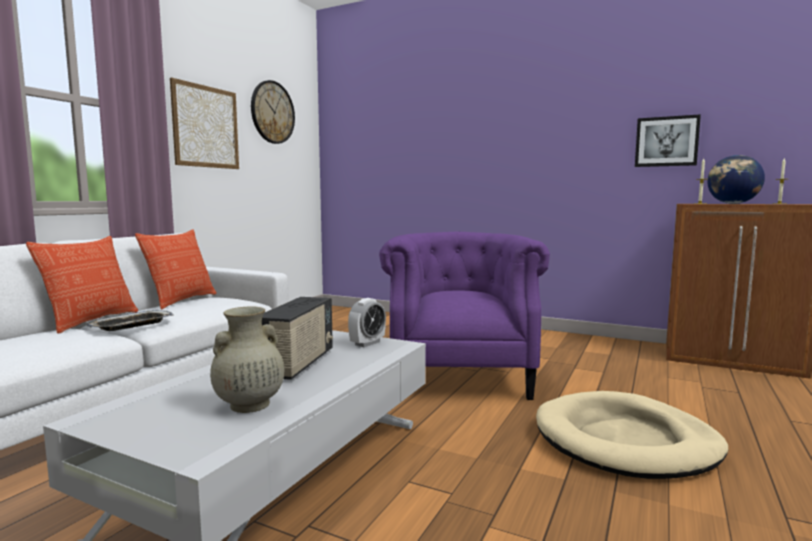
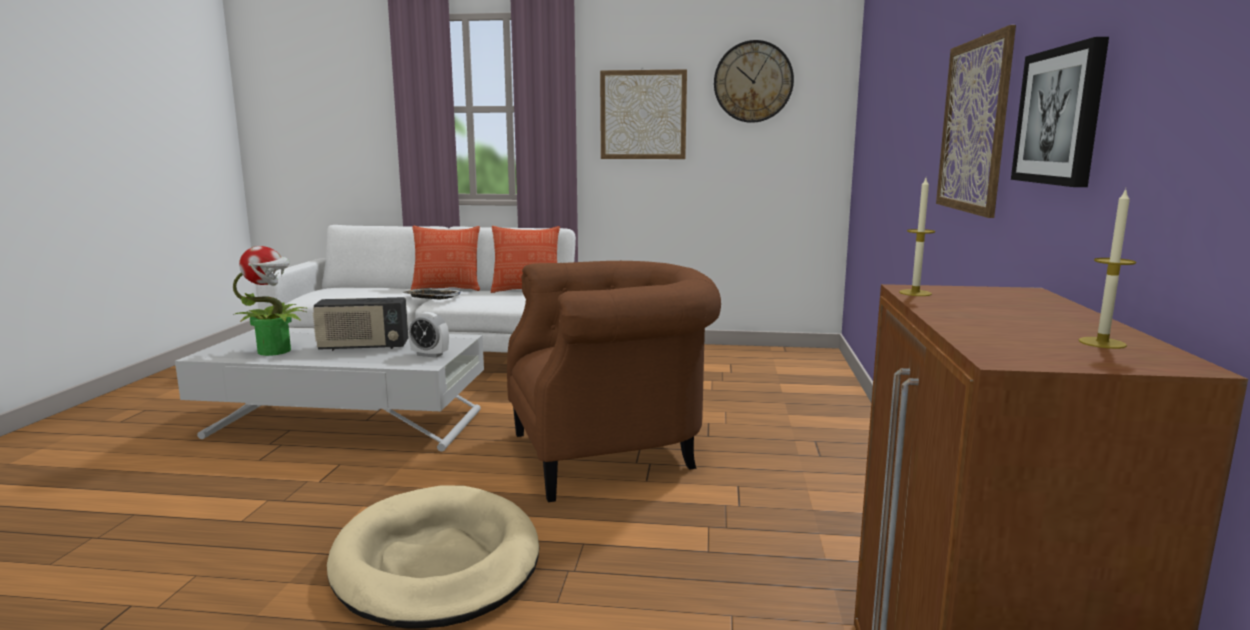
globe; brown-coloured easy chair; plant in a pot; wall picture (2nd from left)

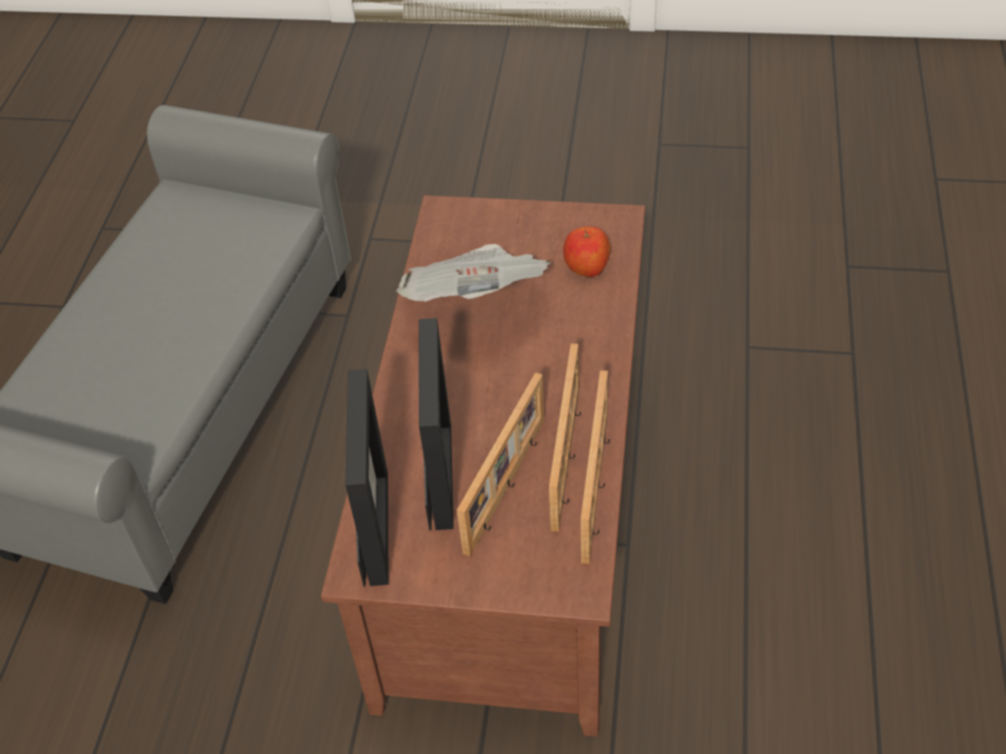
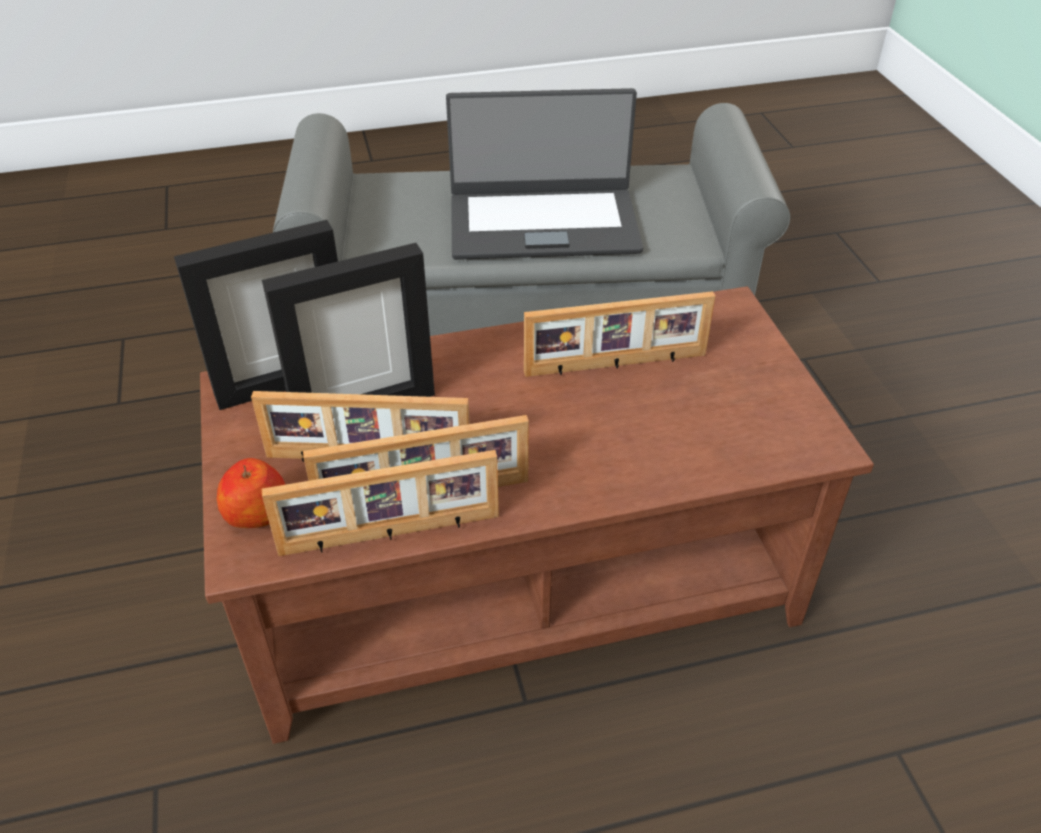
apple fruit; photo frame (6th from left); laptop

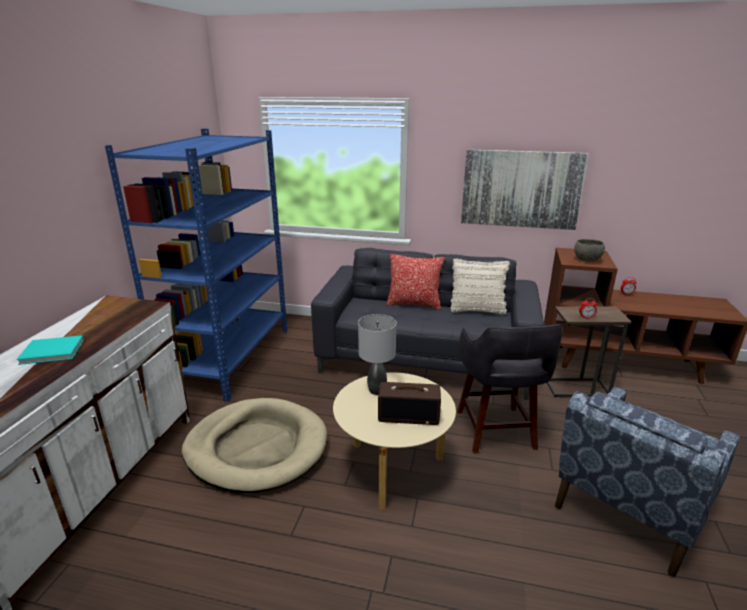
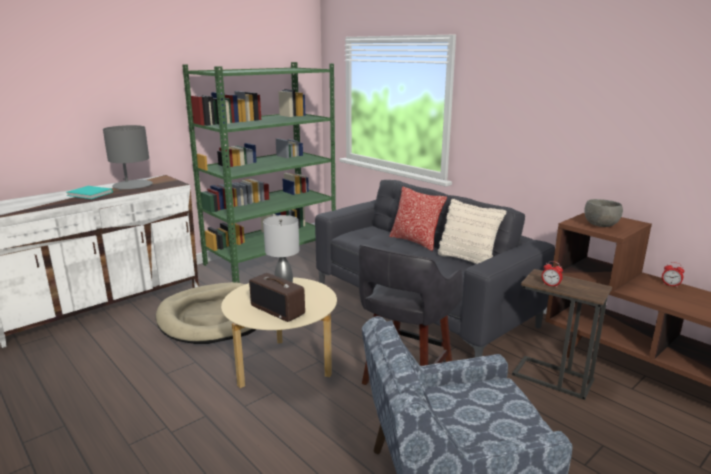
green bookcase; wall picture; greyish table lamp (1st from left)

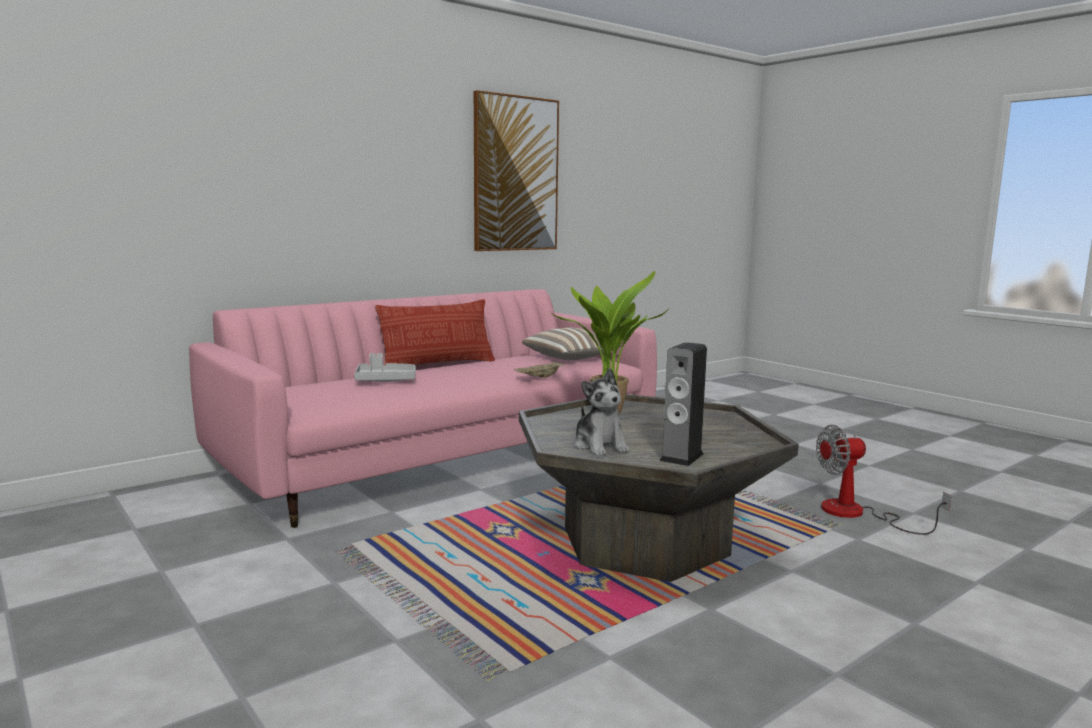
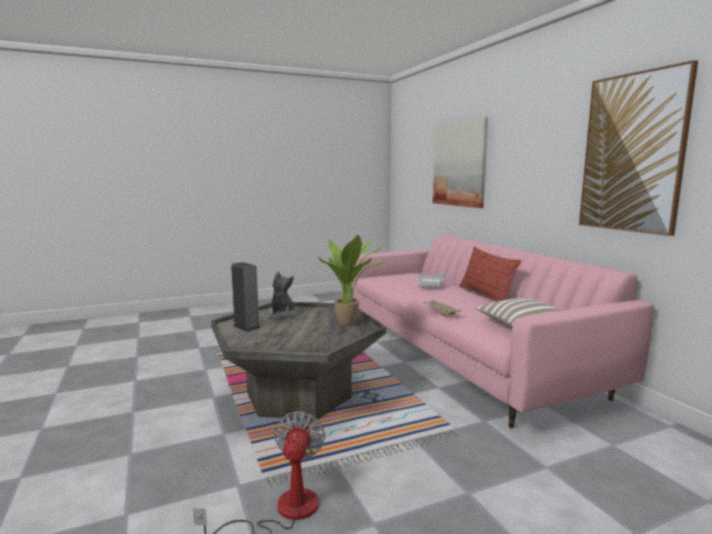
plush toy; wall picture (1st from left)

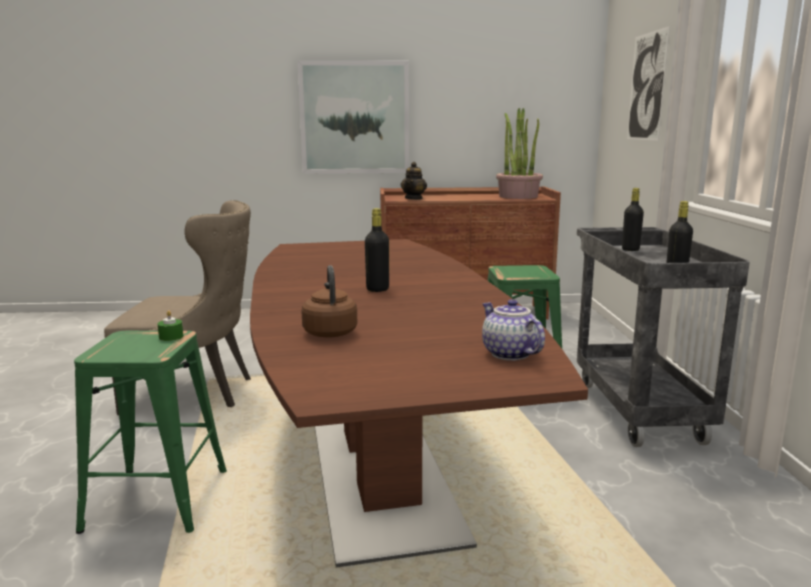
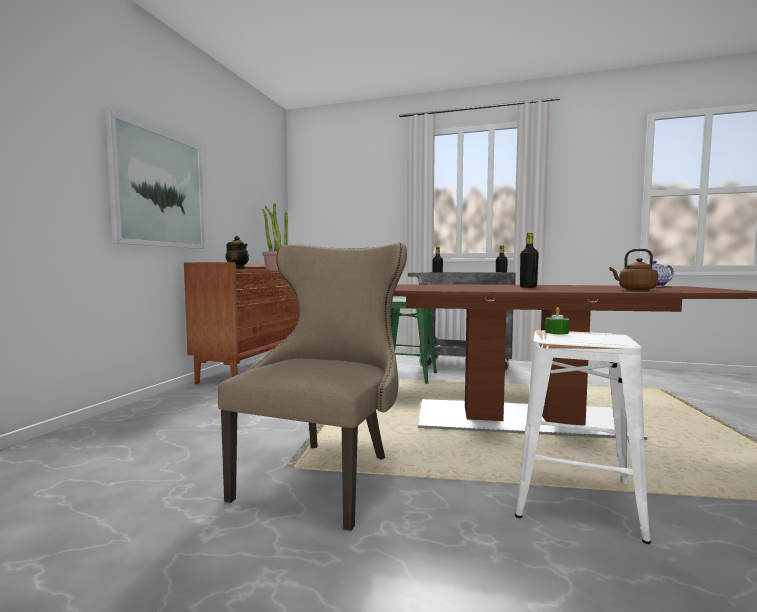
wall picture (2nd from left in the first image); white stool

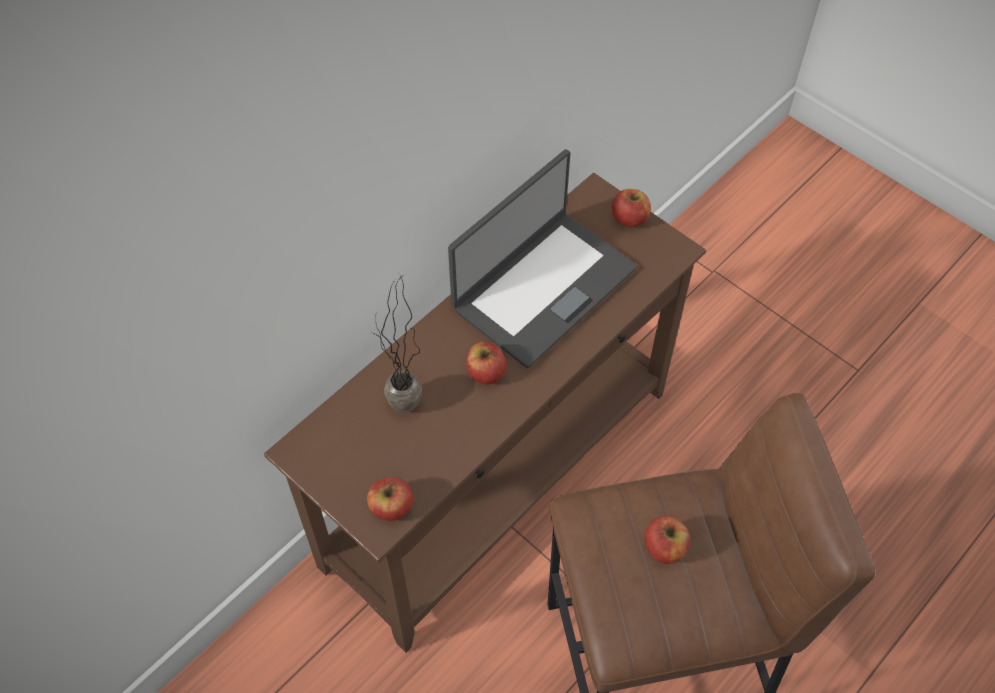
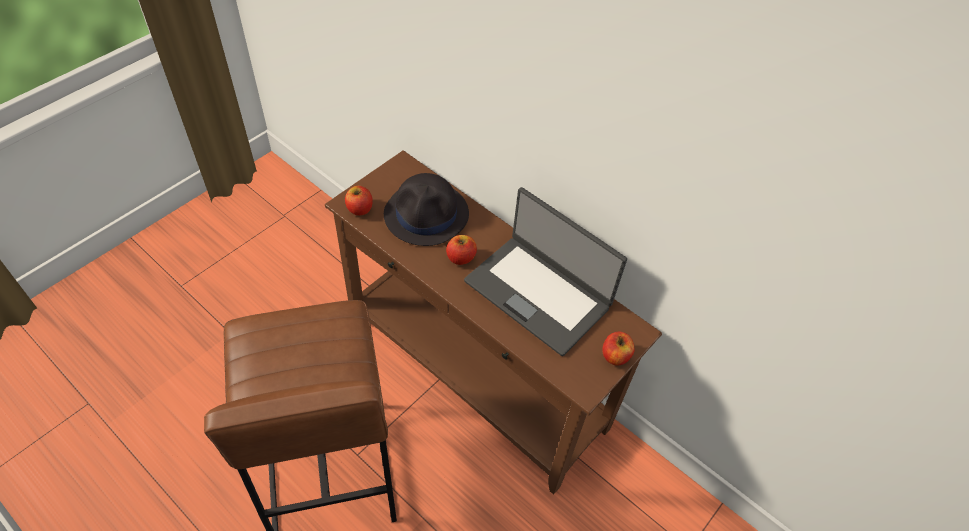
black clothing hat; apple fruit (4th from left in the first image)

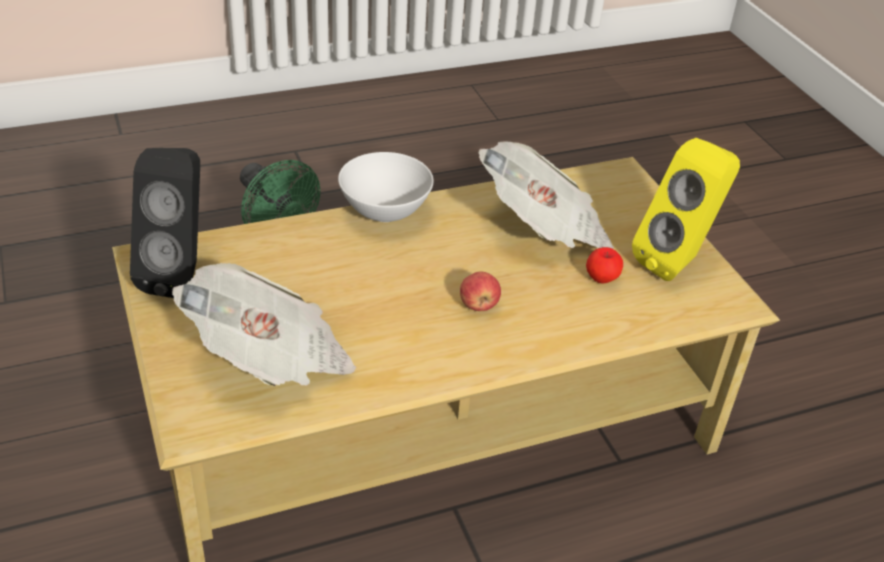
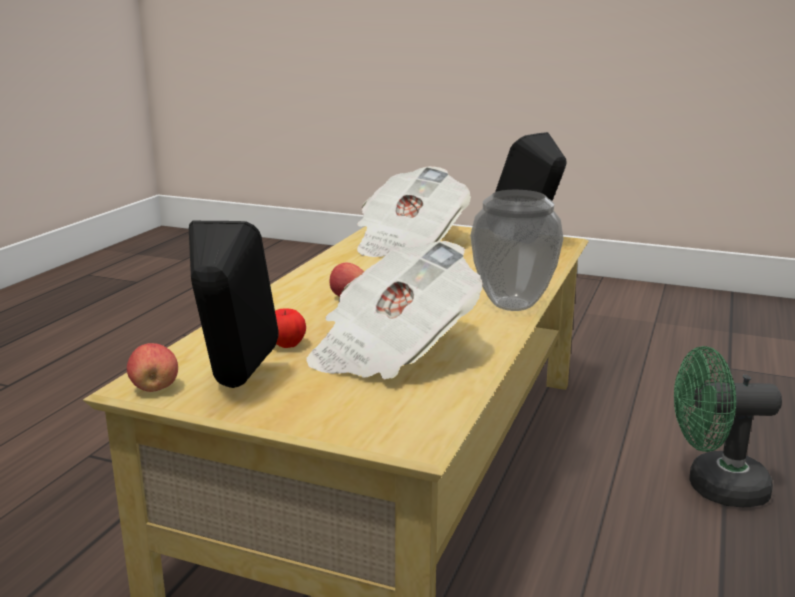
black audio speaker (1st from left); decorative vase; apple fruit (1st from left)

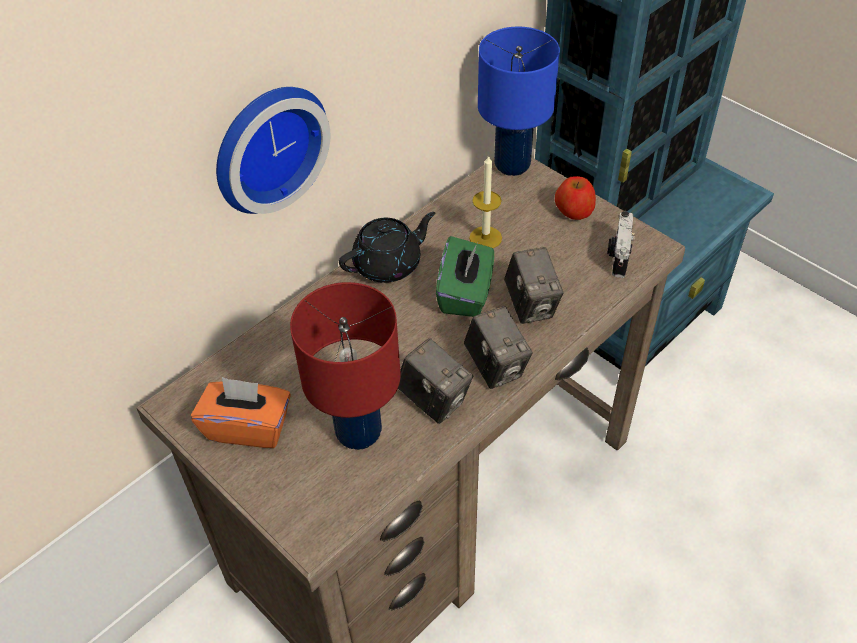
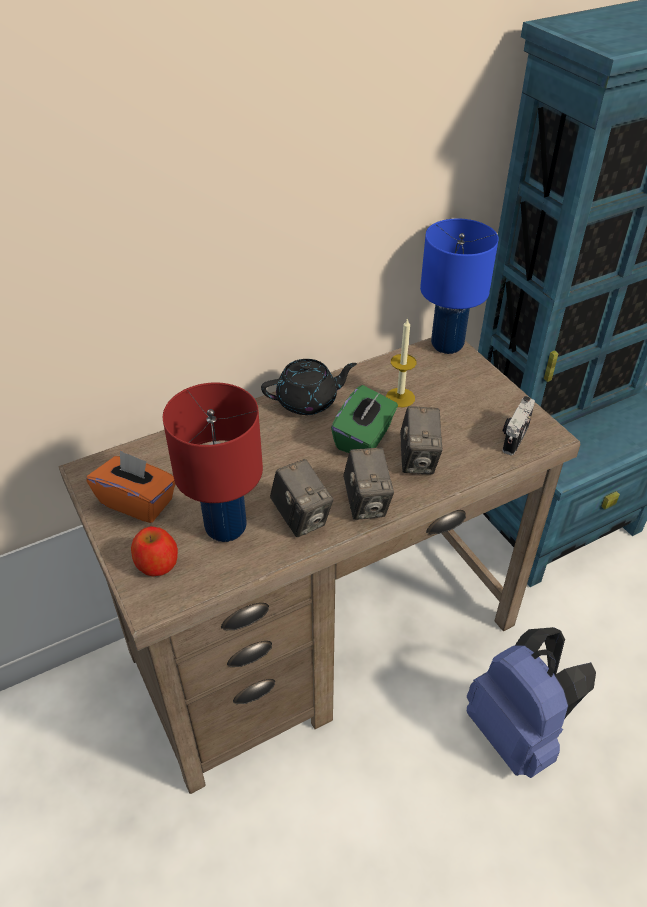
wall clock; apple fruit; blue-coloured knapsack

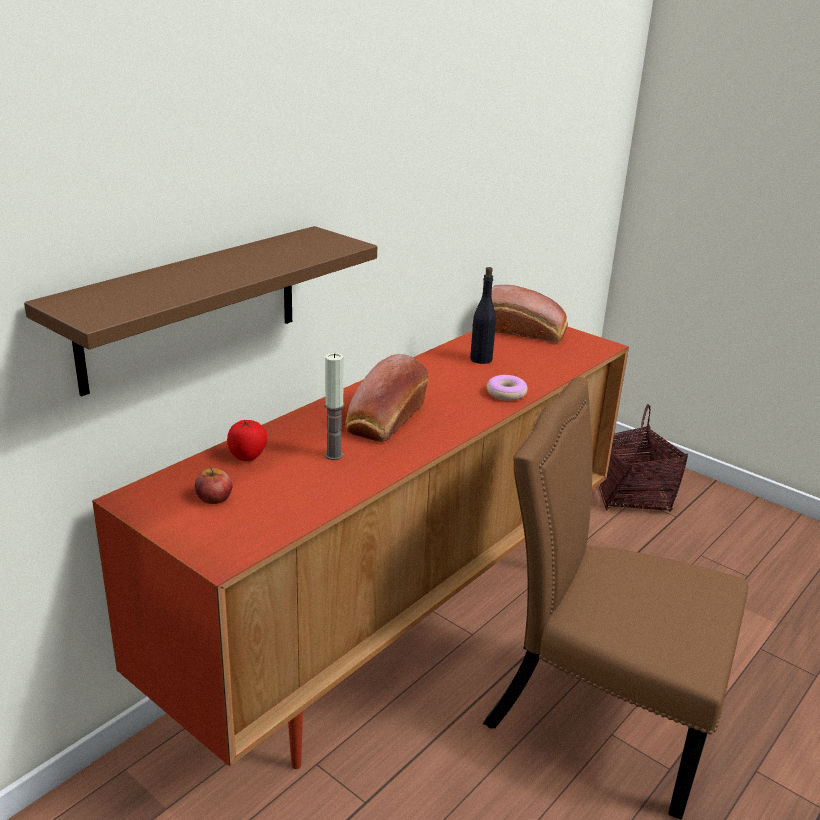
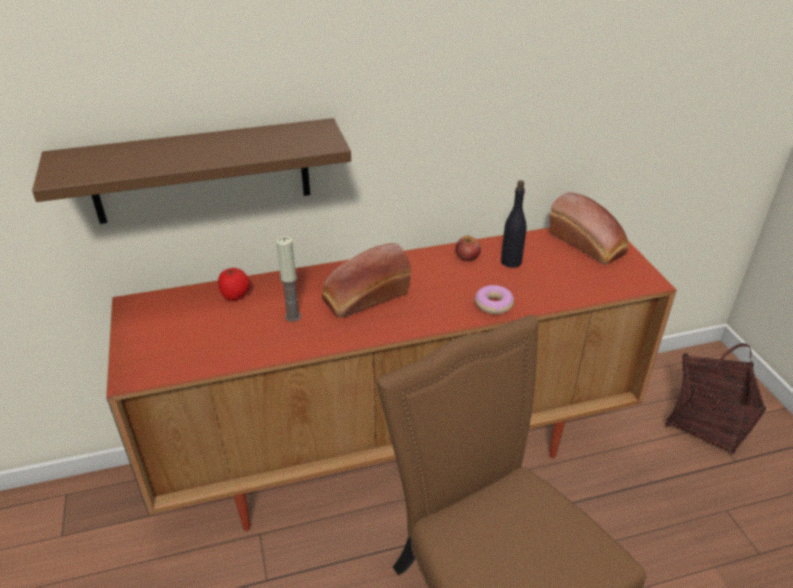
apple fruit

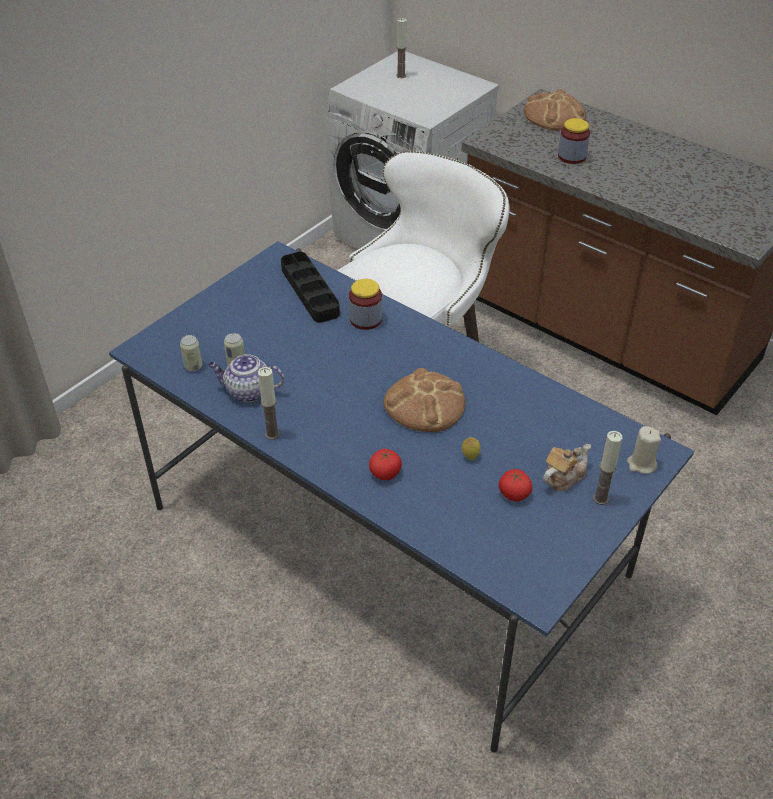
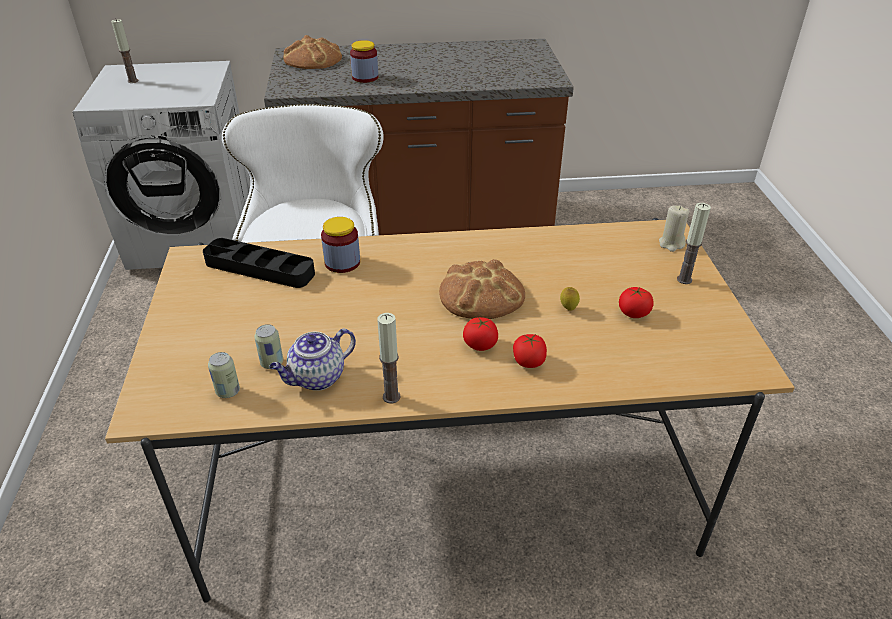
beige kitchen table; tea pot (2nd from left in the first image); fresh tomato (1st from left)

